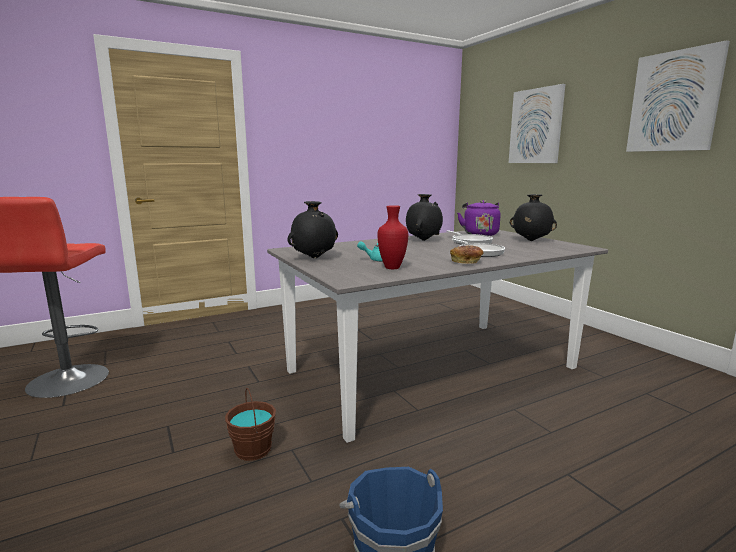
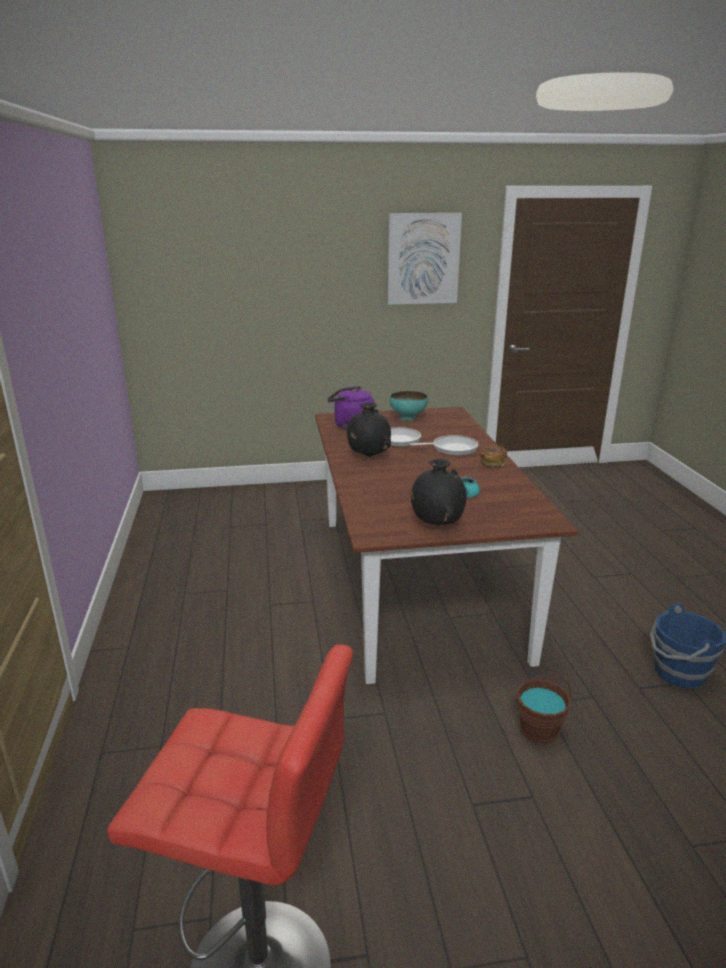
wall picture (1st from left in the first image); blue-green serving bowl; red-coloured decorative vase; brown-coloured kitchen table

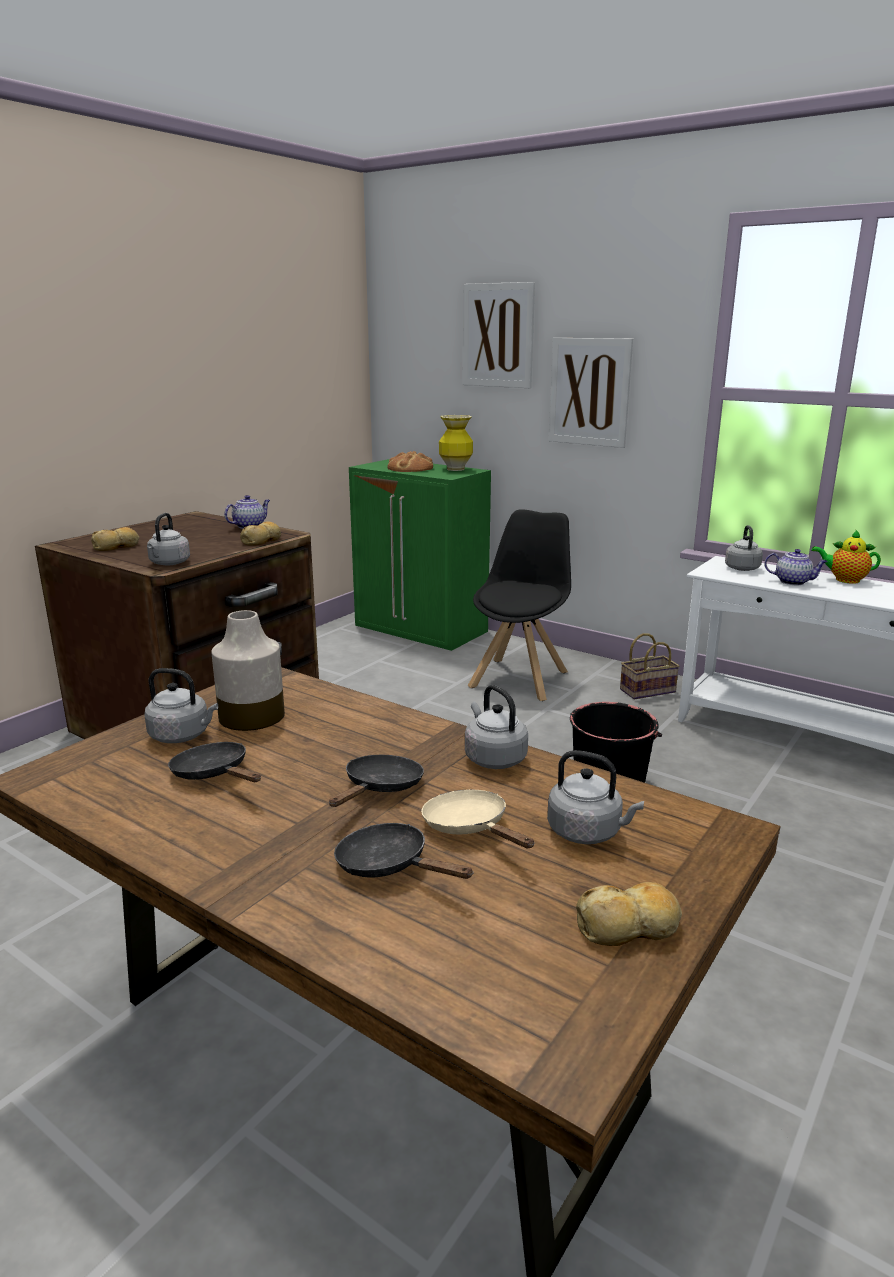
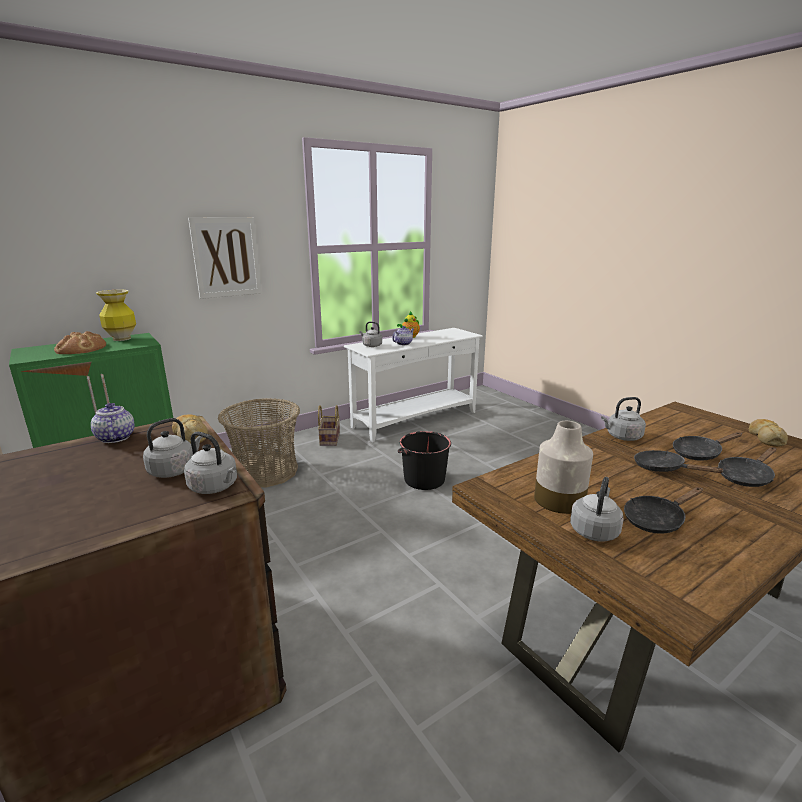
wall picture (1st from left in the first image); household basket (1st from left); bakery bread (1st from left in the first image); greyish water kettle (1st from left); black frying pan (3rd from left)

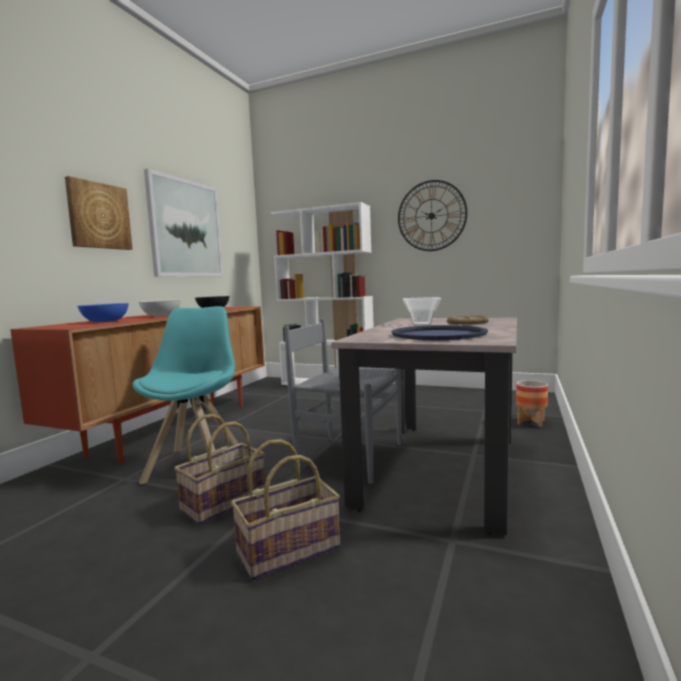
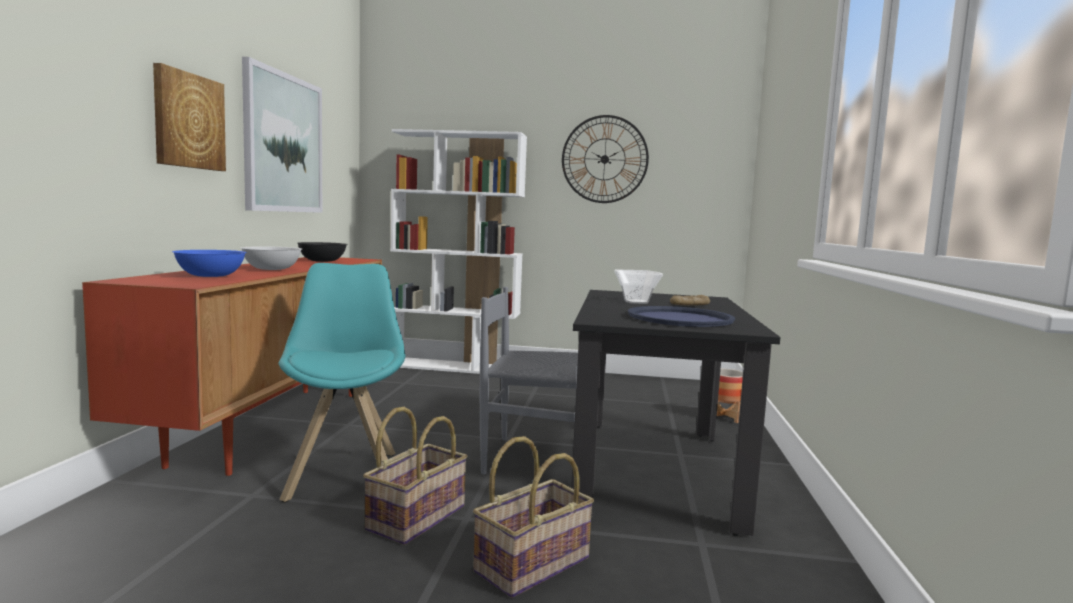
black kitchen table

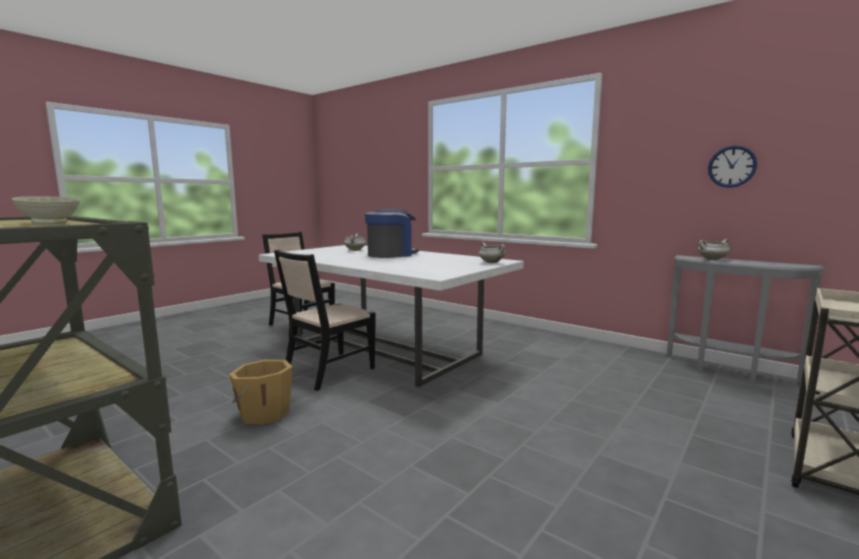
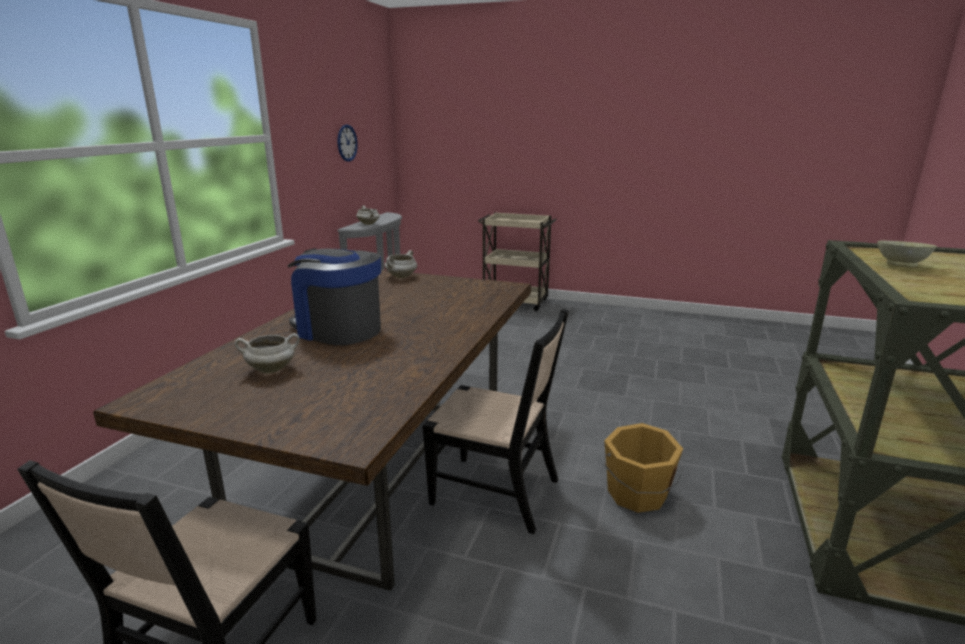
brown-coloured kitchen table

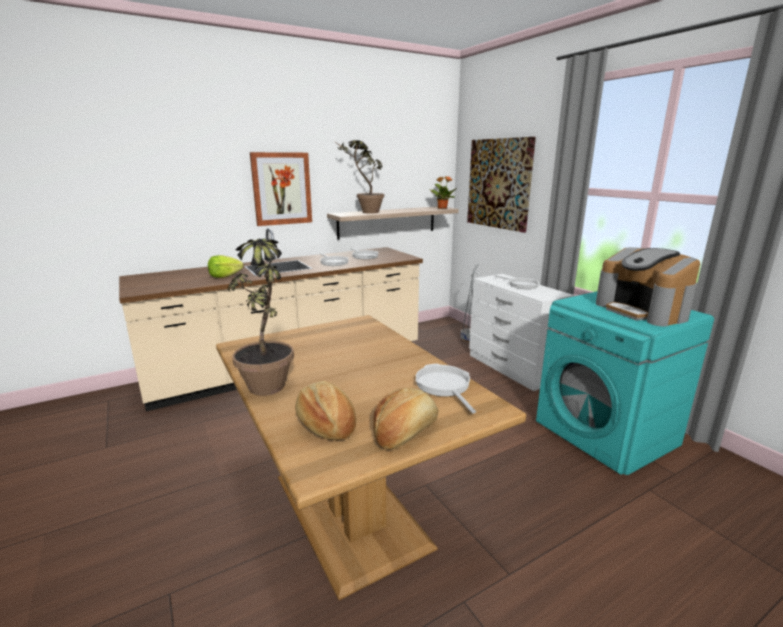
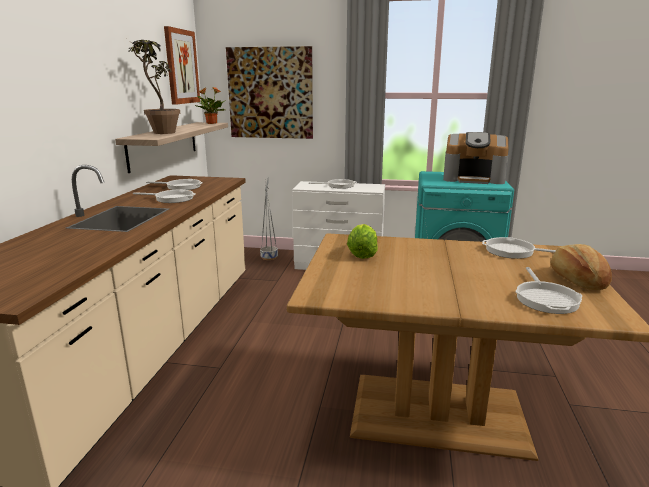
wall picture (1st from left); plant in a pot (1st from left in the first image); lettuce head; frying pan (5th from left)

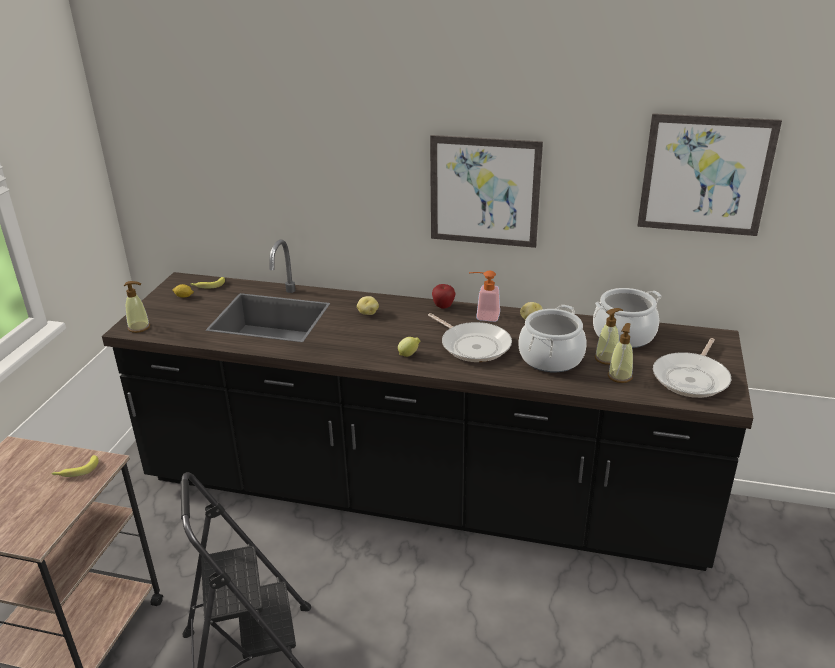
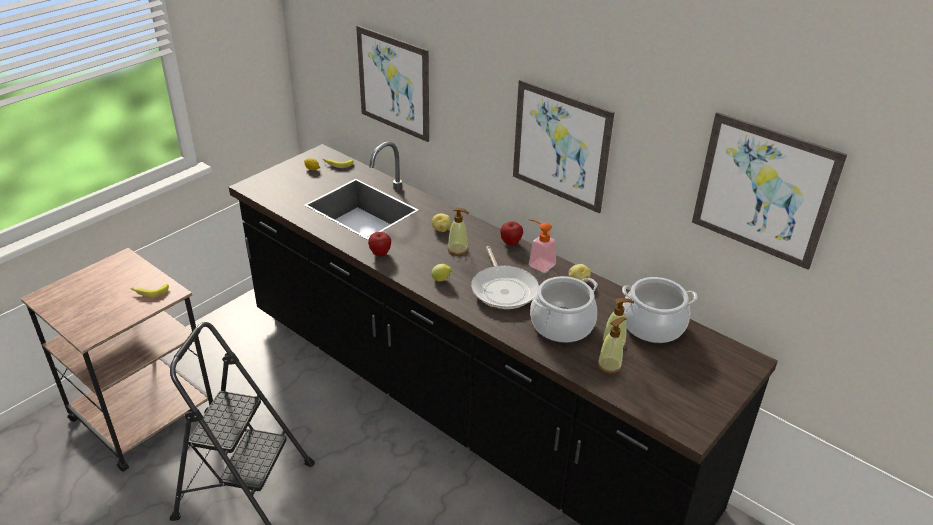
soap dispenser (1st from left); frying pan (2nd from left in the first image); wall picture (1st from left); apple fruit (1st from left)

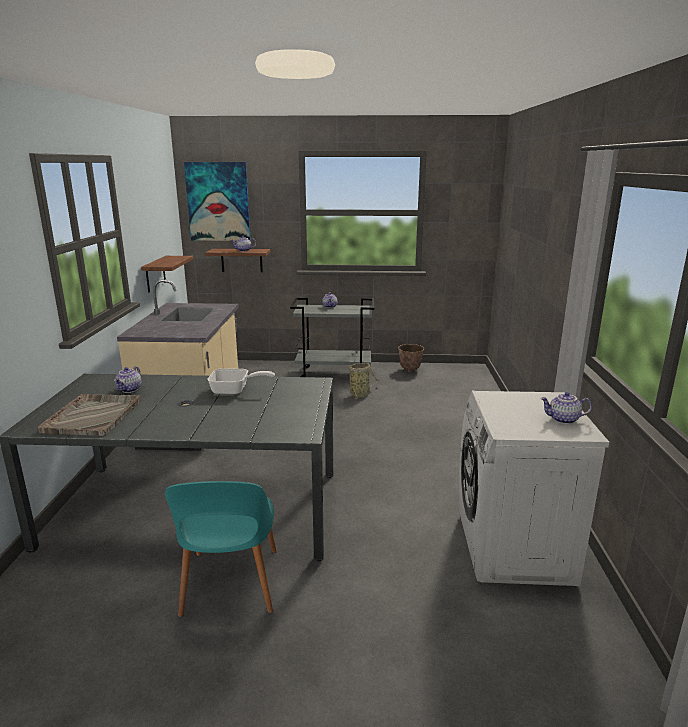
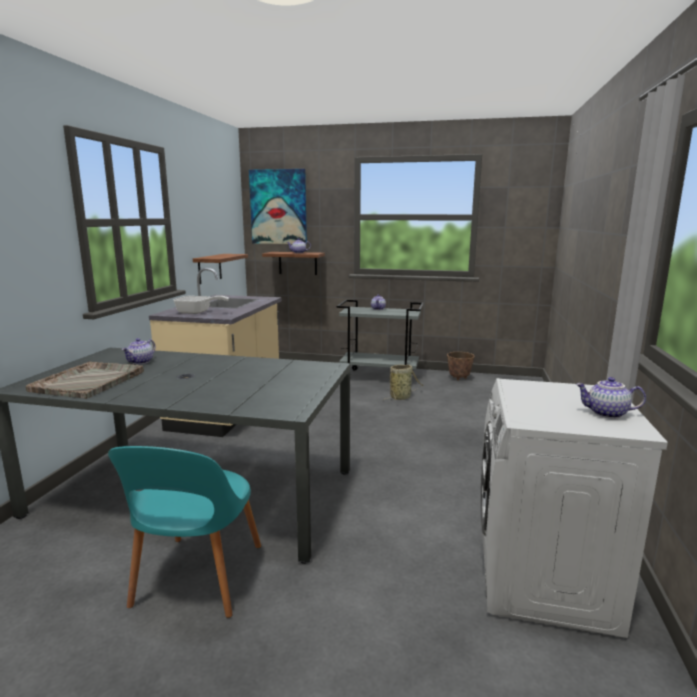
frying pan

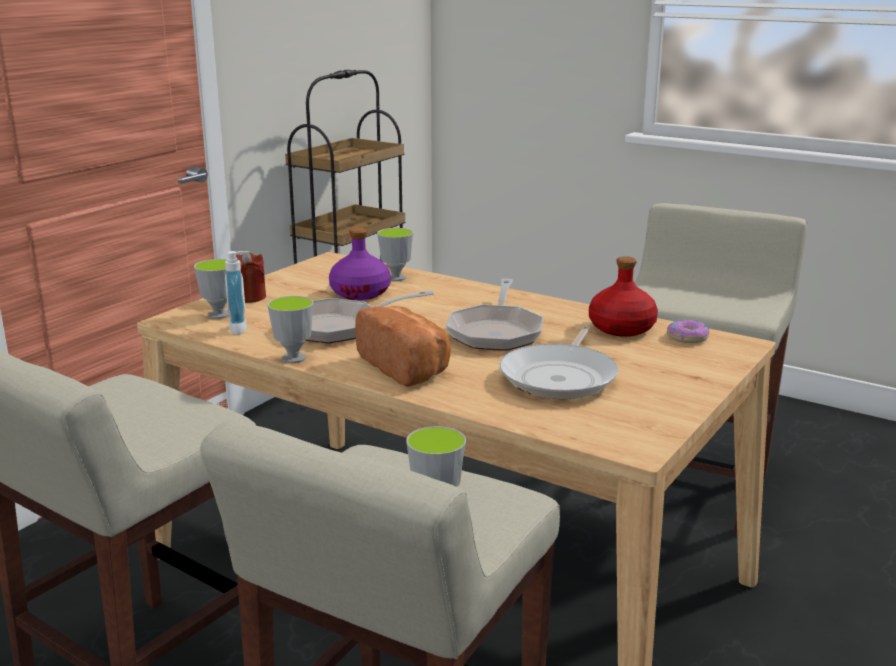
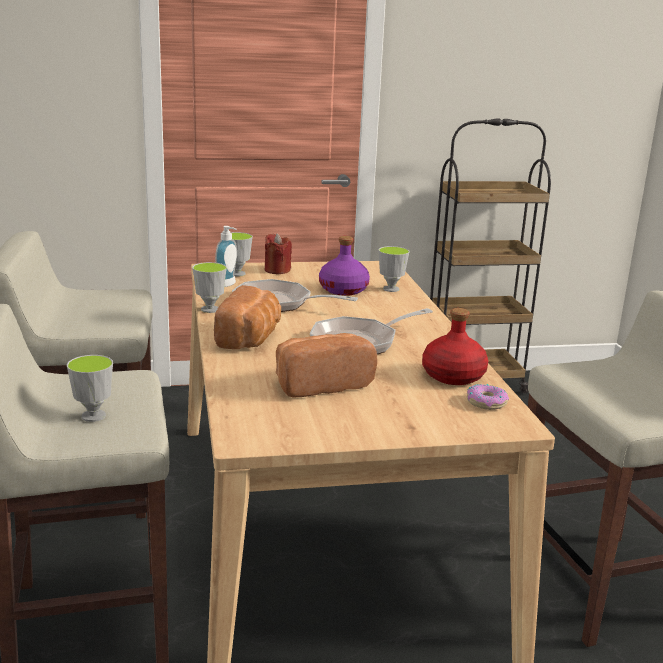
bakery bread (2nd from left)

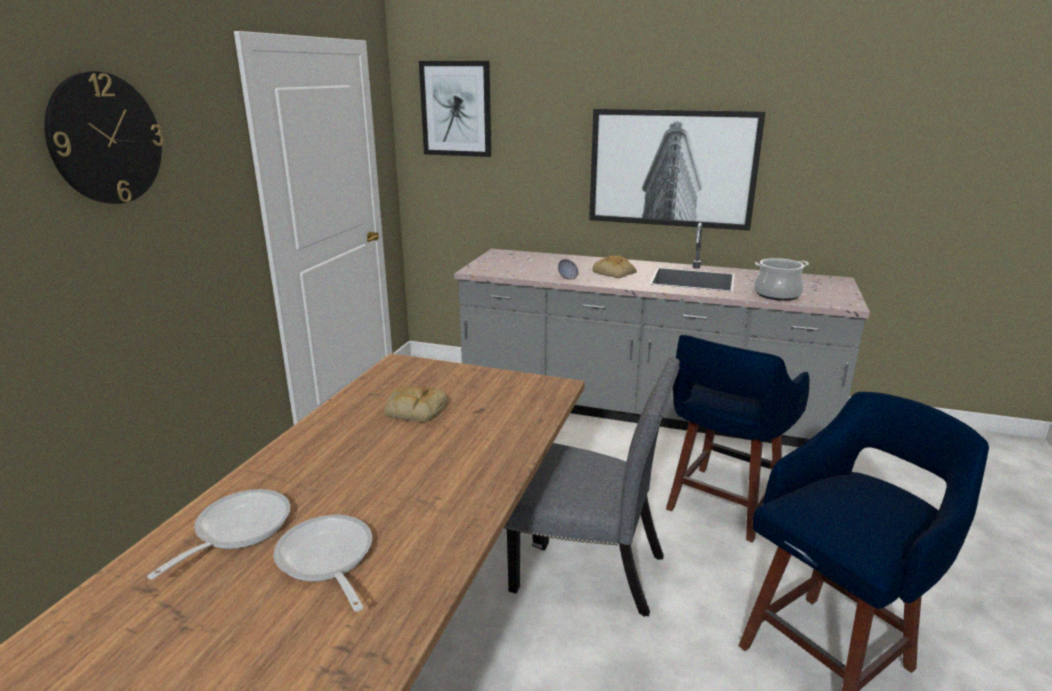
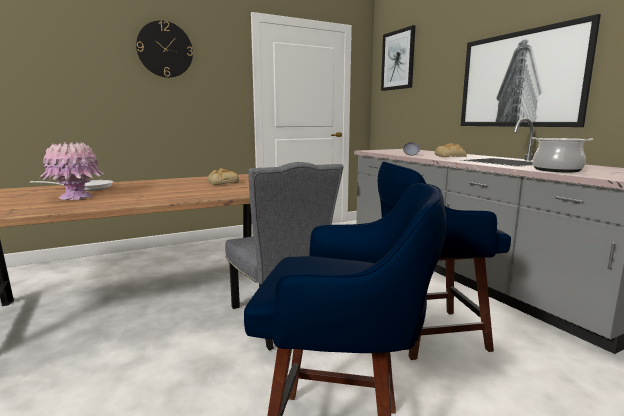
pink decorative vase

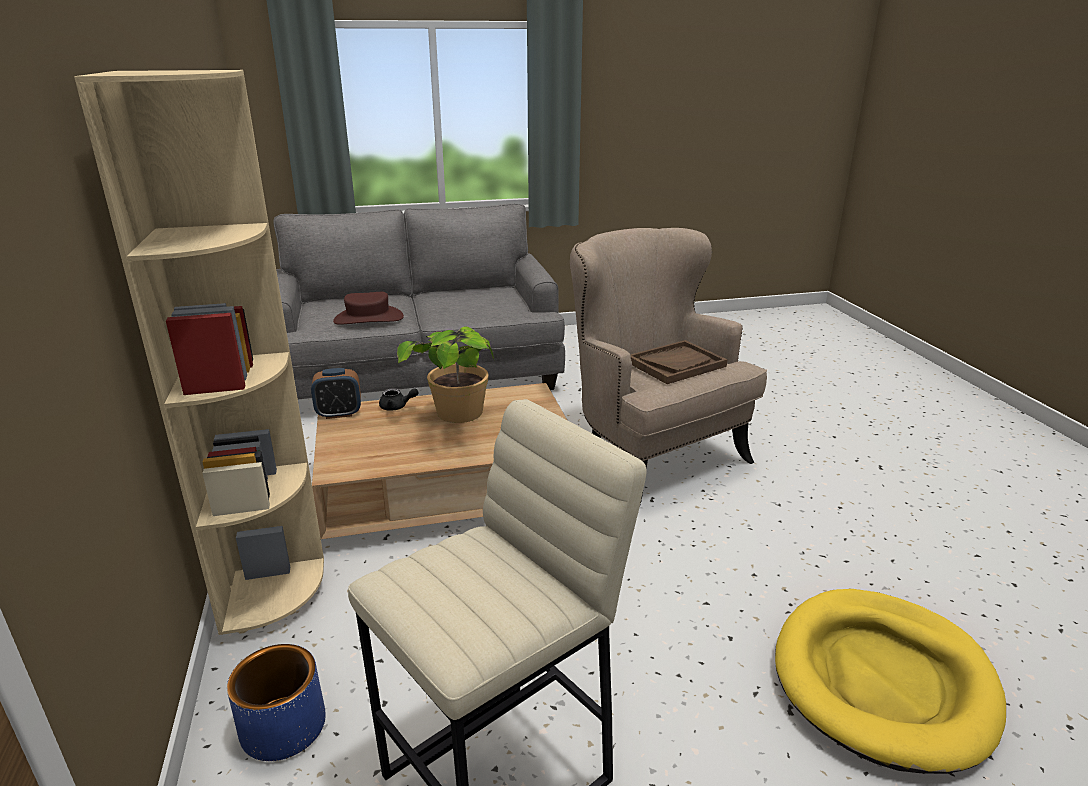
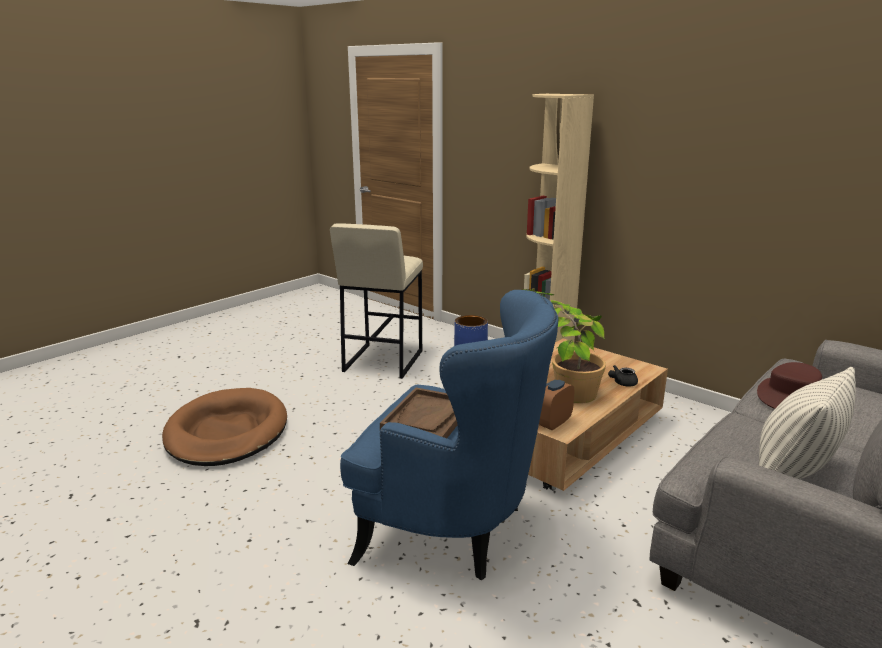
blue-coloured easy chair; table clock; brown-coloured dog bed; throw pillow

